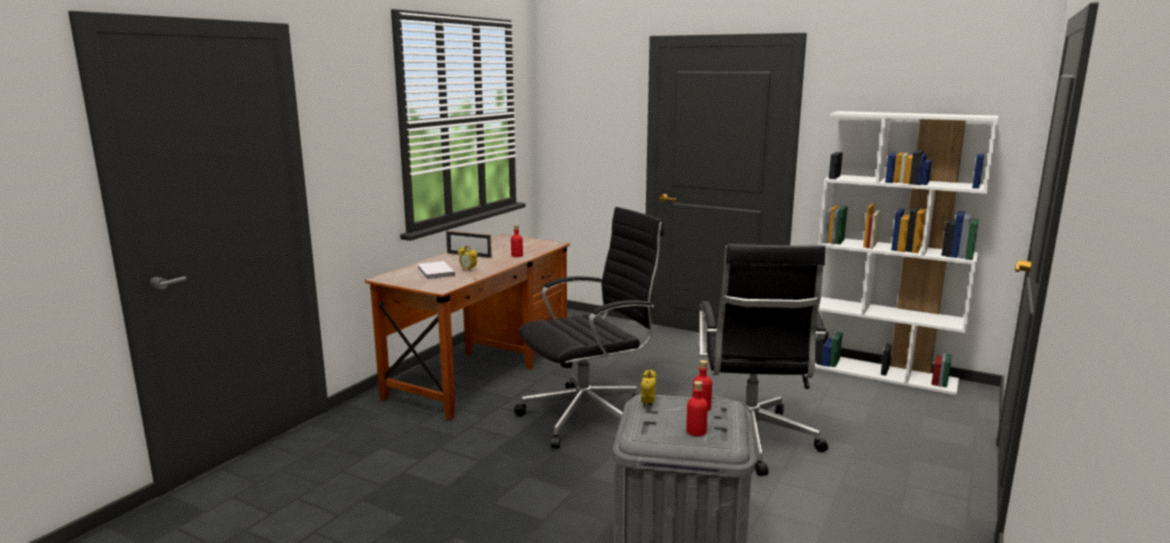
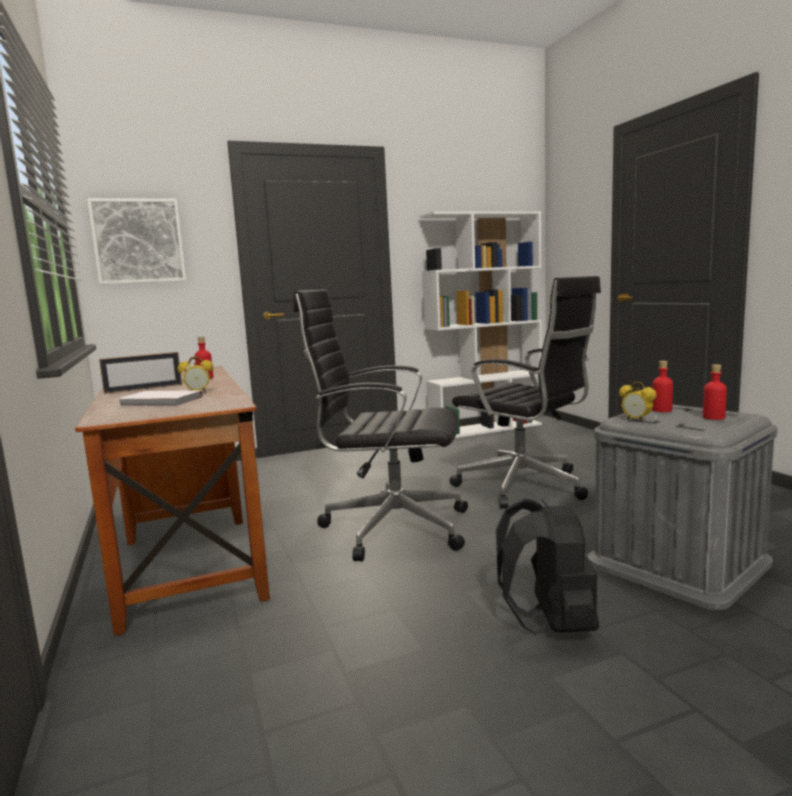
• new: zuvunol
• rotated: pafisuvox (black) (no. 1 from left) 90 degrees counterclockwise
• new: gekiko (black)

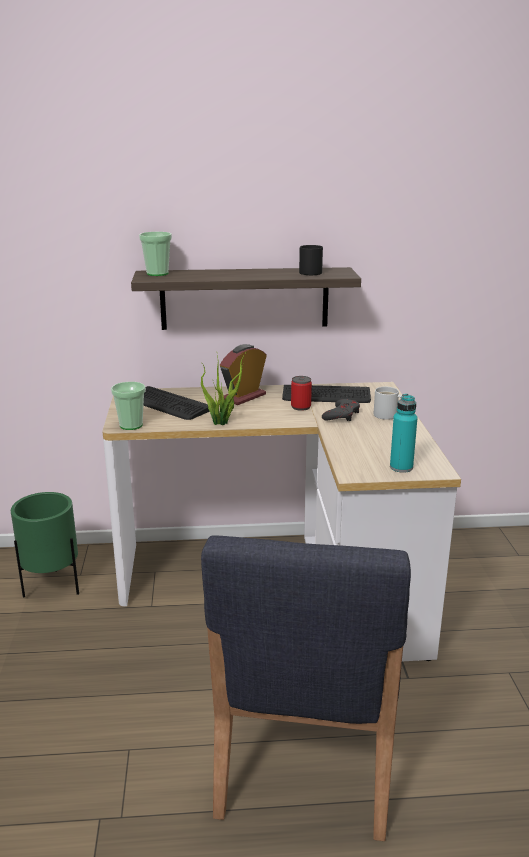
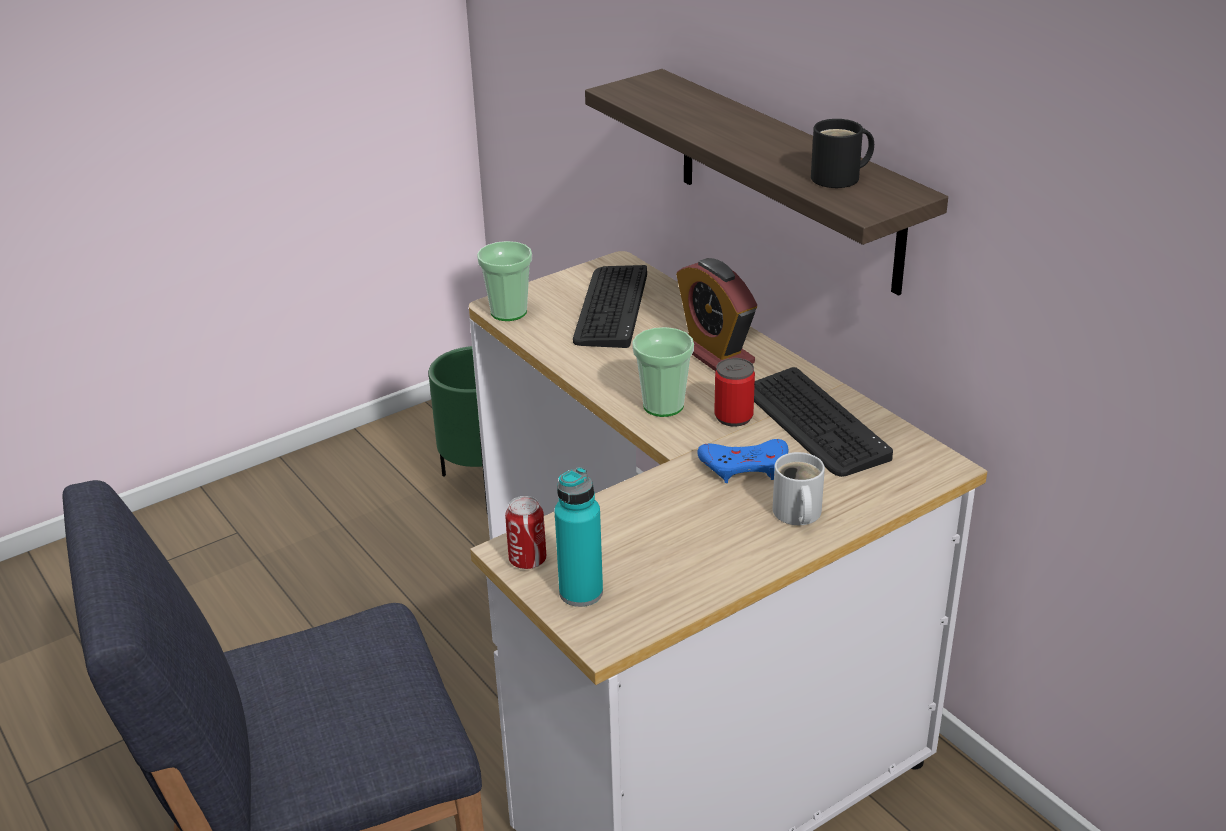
• new: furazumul (no. 1 from left)
• shifted: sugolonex (no. 2 from left)
• rotated: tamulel 135 degrees counterclockwise
• repainted: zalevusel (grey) to zalevusel (blue)
• gone: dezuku

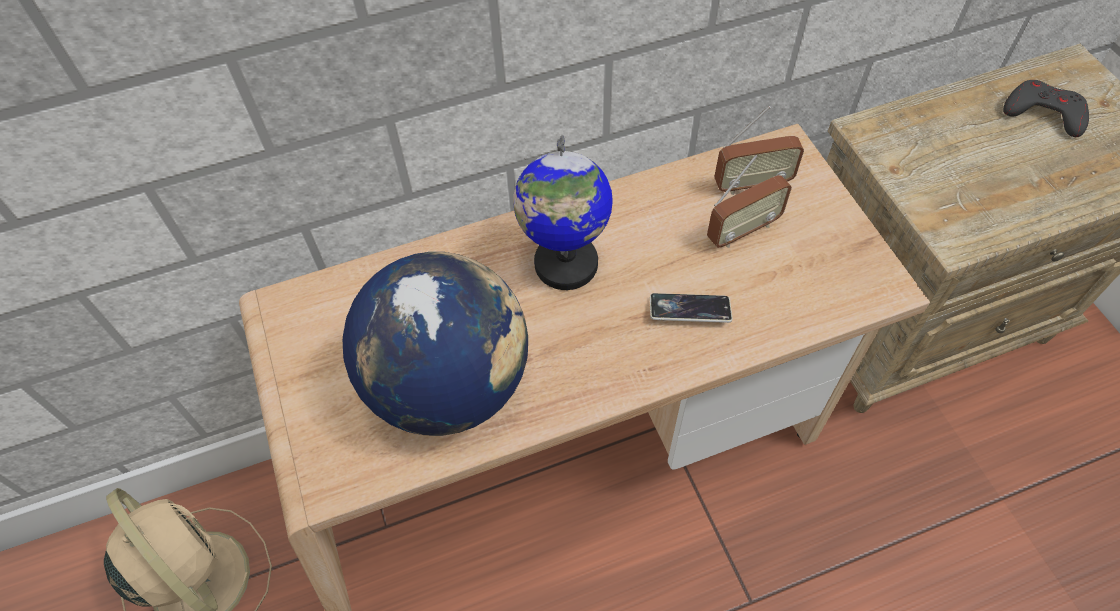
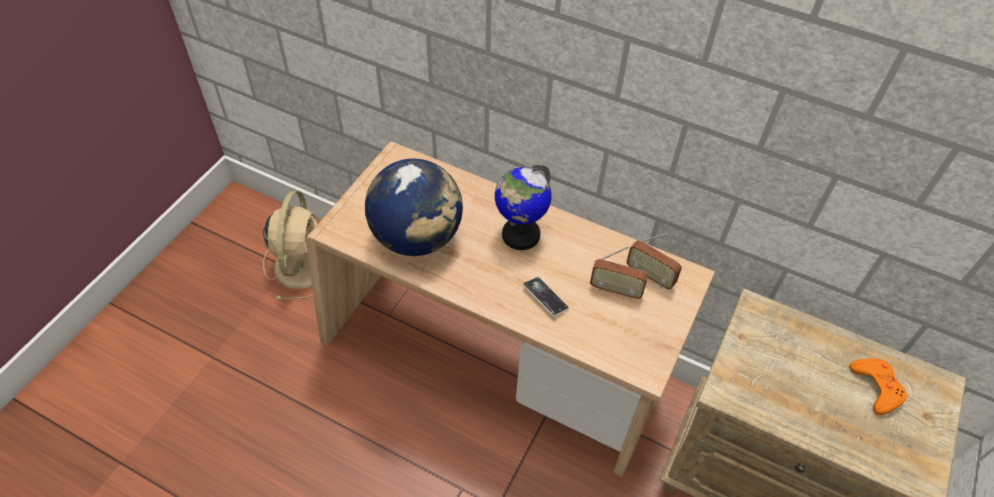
• repainted: zalevusel (grey) to zalevusel (orange)

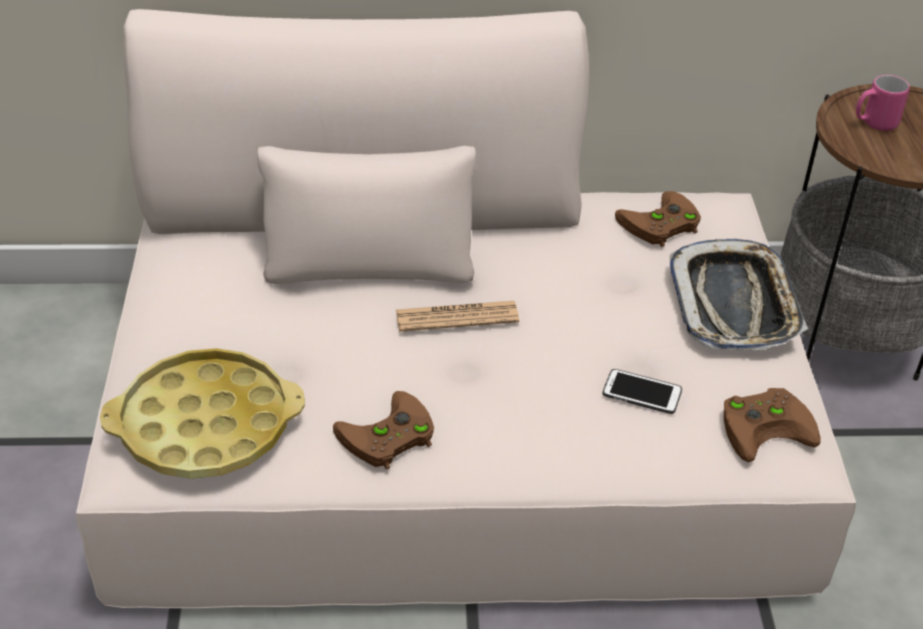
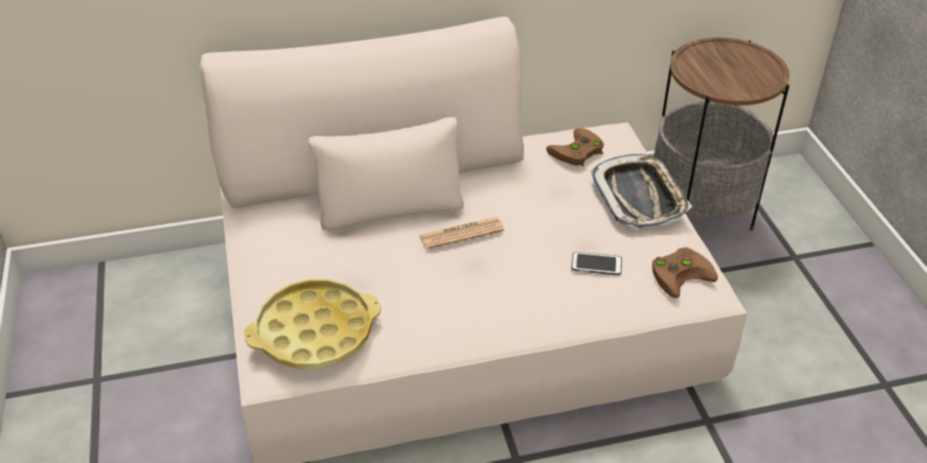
• gone: zalevusel (brown) (no. 1 from left)
• gone: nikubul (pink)

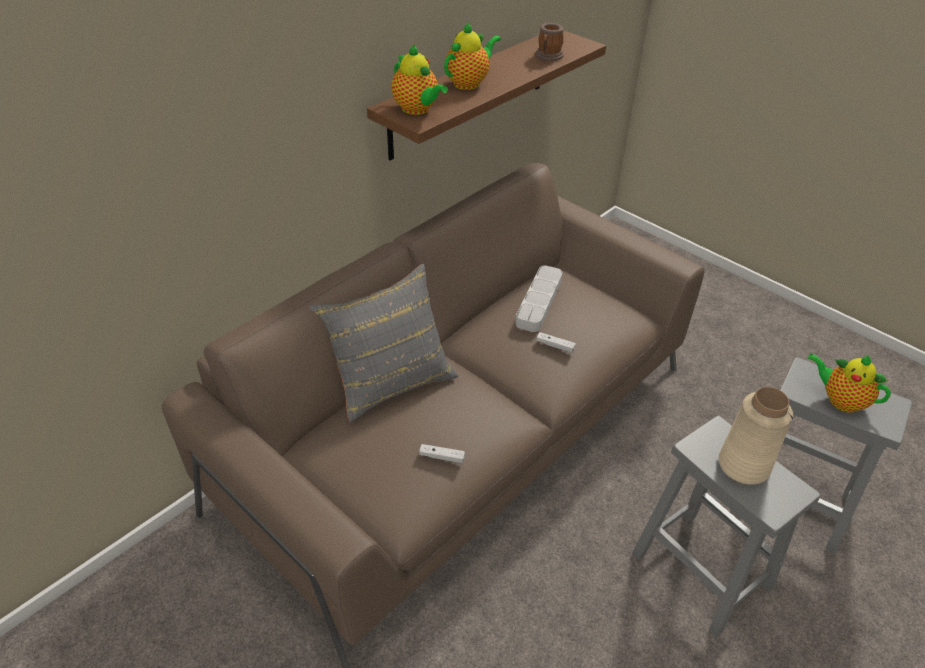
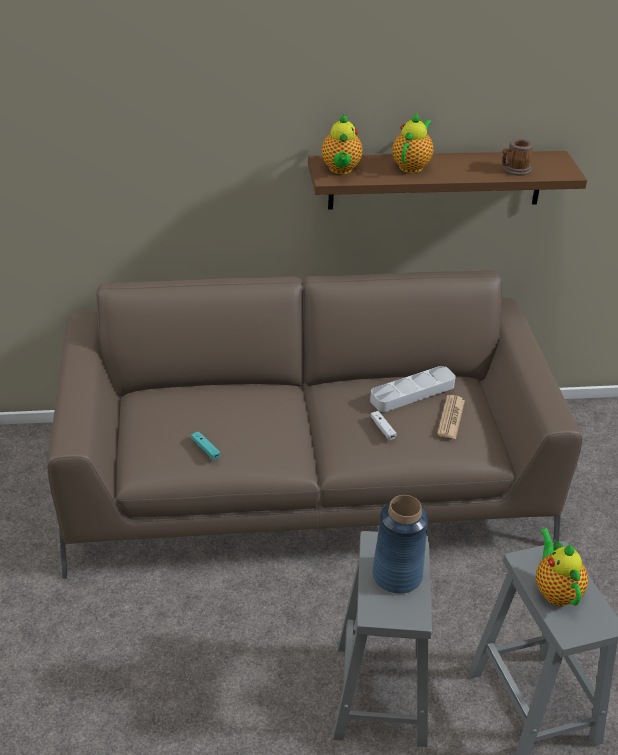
• repainted: zalevusel (white) (no. 1 from left) to zalevusel (turquoise)
• repainted: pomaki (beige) to pomaki (blue)
• rotated: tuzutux (no. 2 from left) 60 degrees counterclockwise
• new: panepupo
• gone: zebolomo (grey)

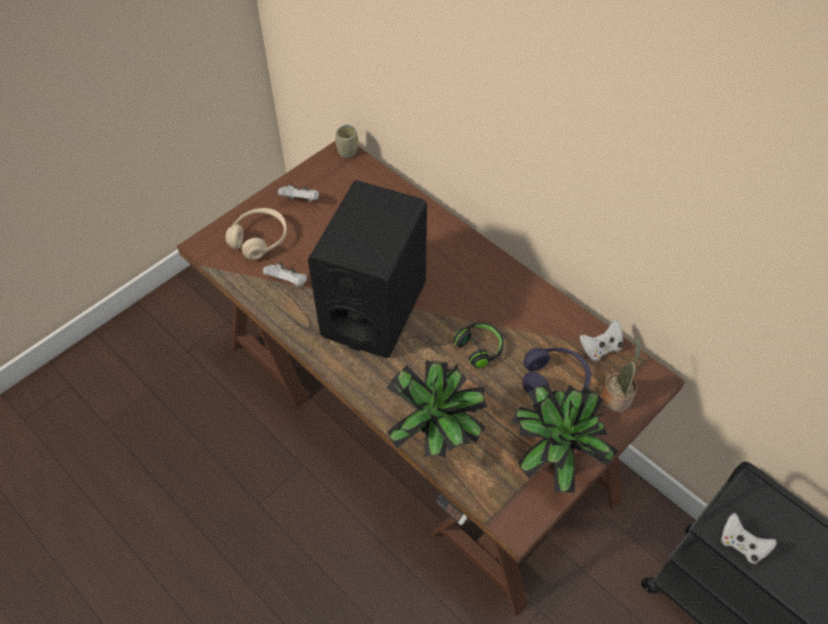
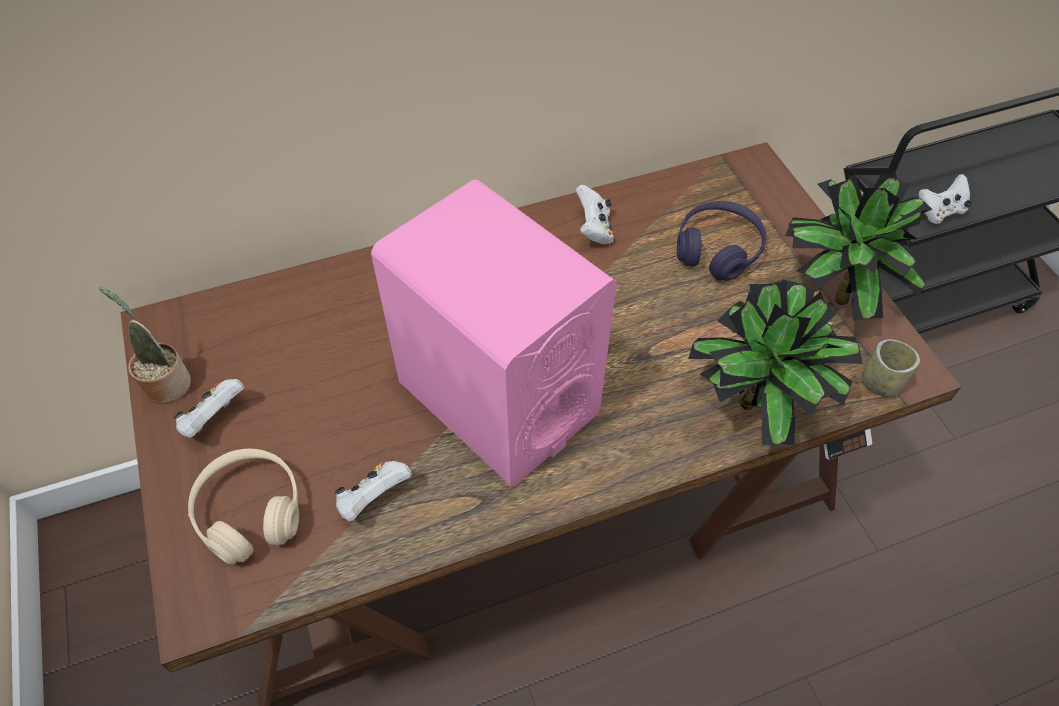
• shifted: dezuku (no. 3 from left in the first image) to dezuku (no. 1 from left)
• repainted: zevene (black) to zevene (pink)
• shifted: zalevusel (white) (no. 3 from left)
• shifted: sugolonex
• gone: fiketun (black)

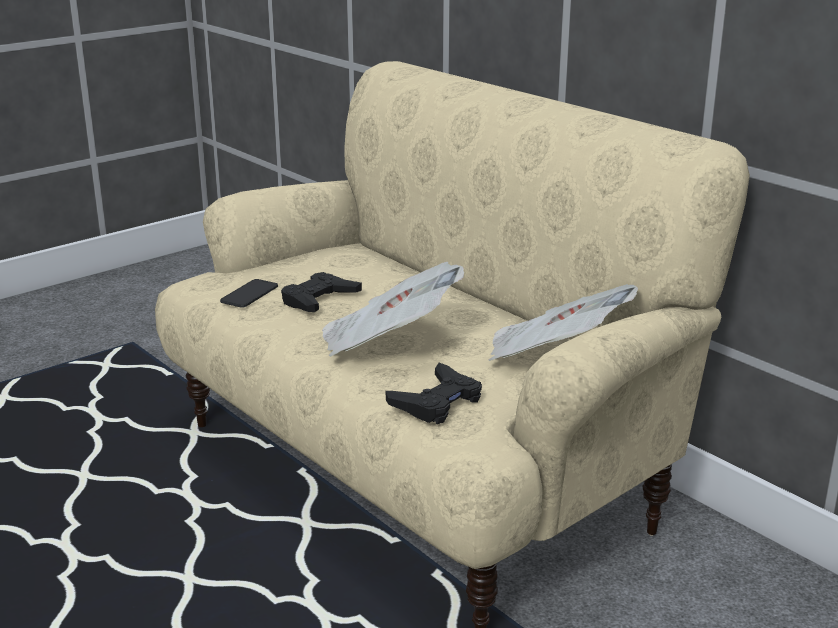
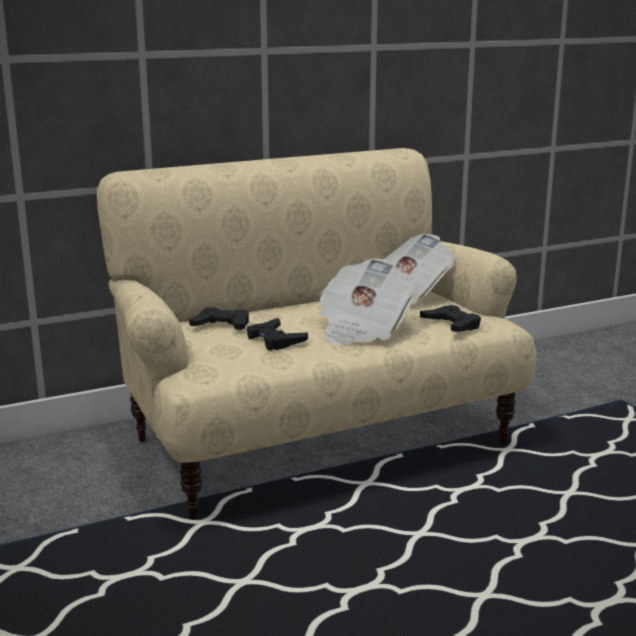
• new: zalevusel (black) (no. 1 from left)
• gone: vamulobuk

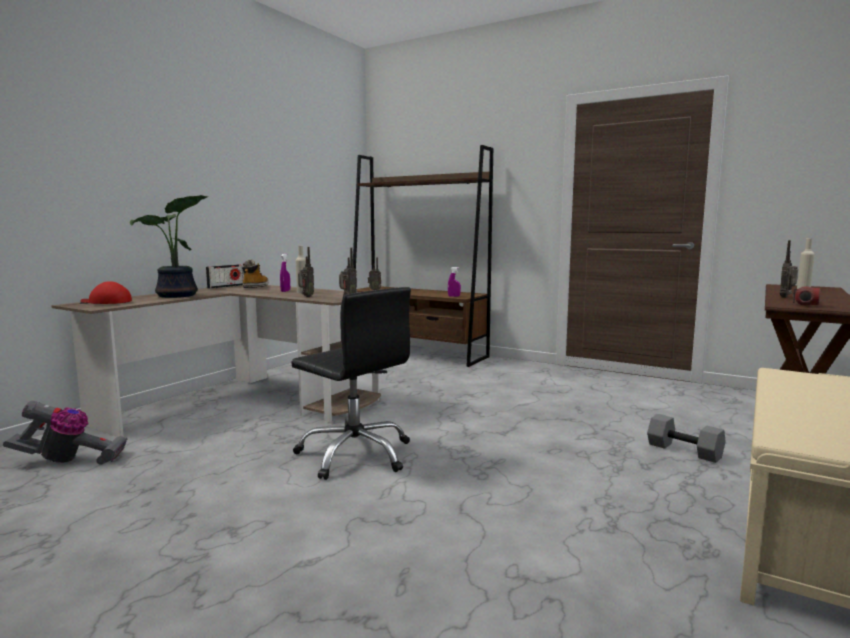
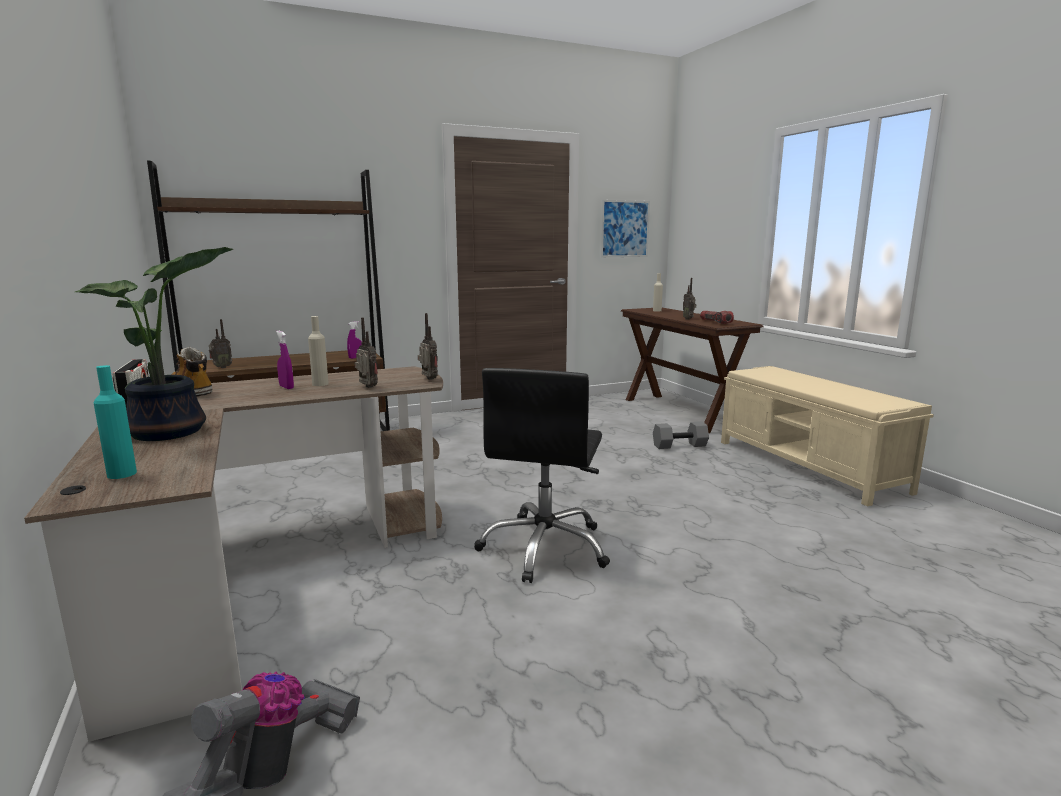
• swapped: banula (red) to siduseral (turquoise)
• rotated: pafisuvox (black) 120 degrees clockwise
• new: zuvunol

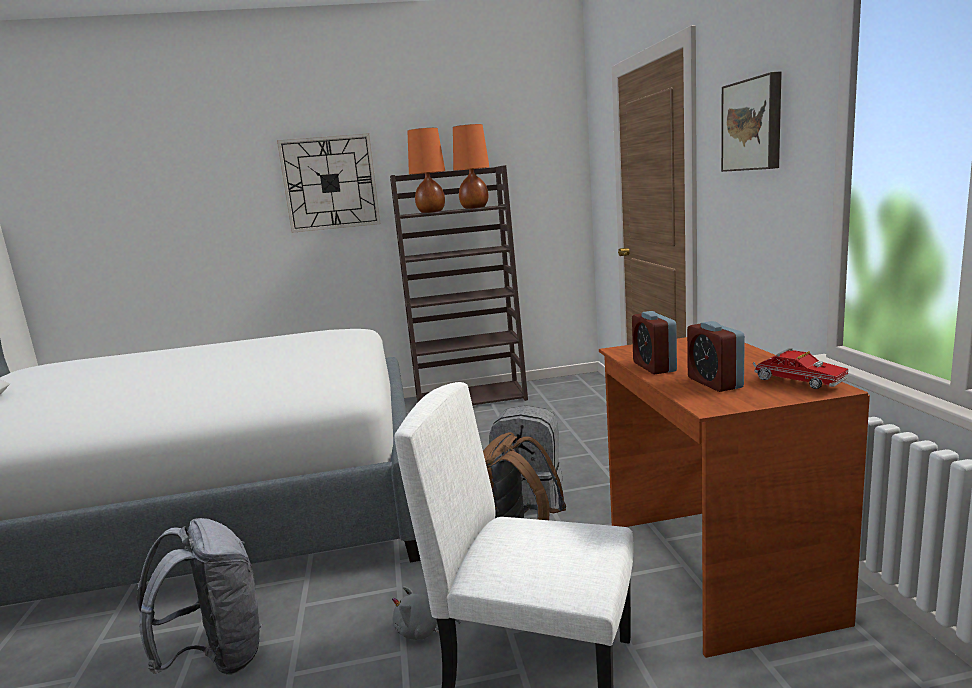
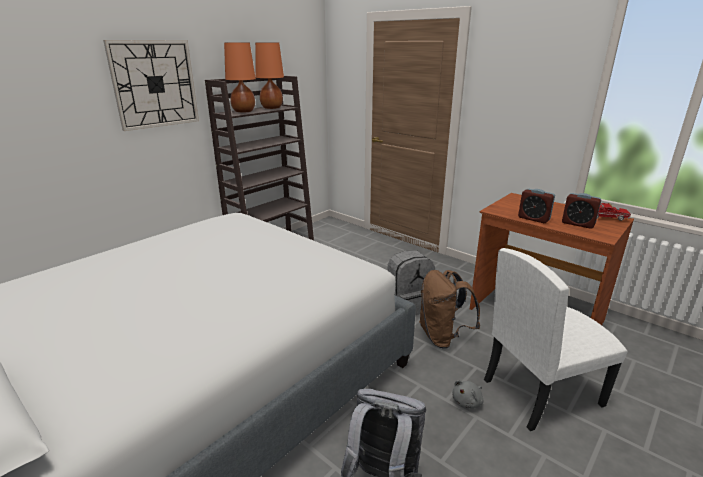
• gone: zuvunol

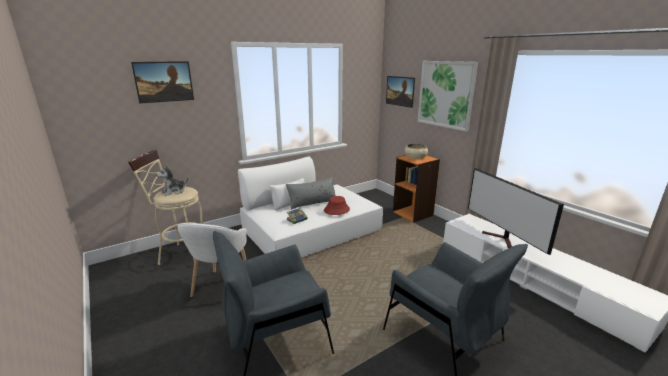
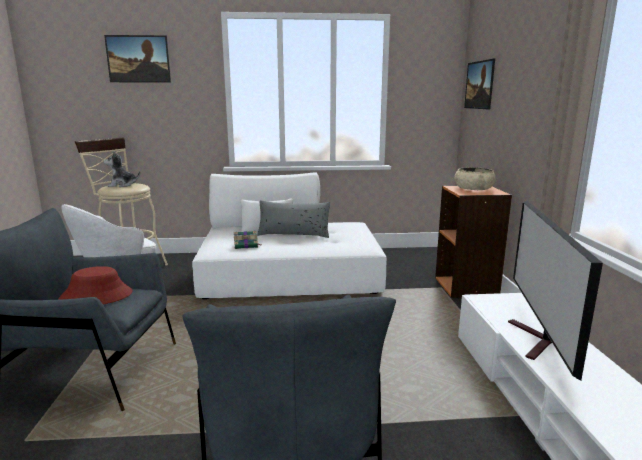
• shifted: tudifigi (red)
• gone: zuvunol (no. 3 from left)

